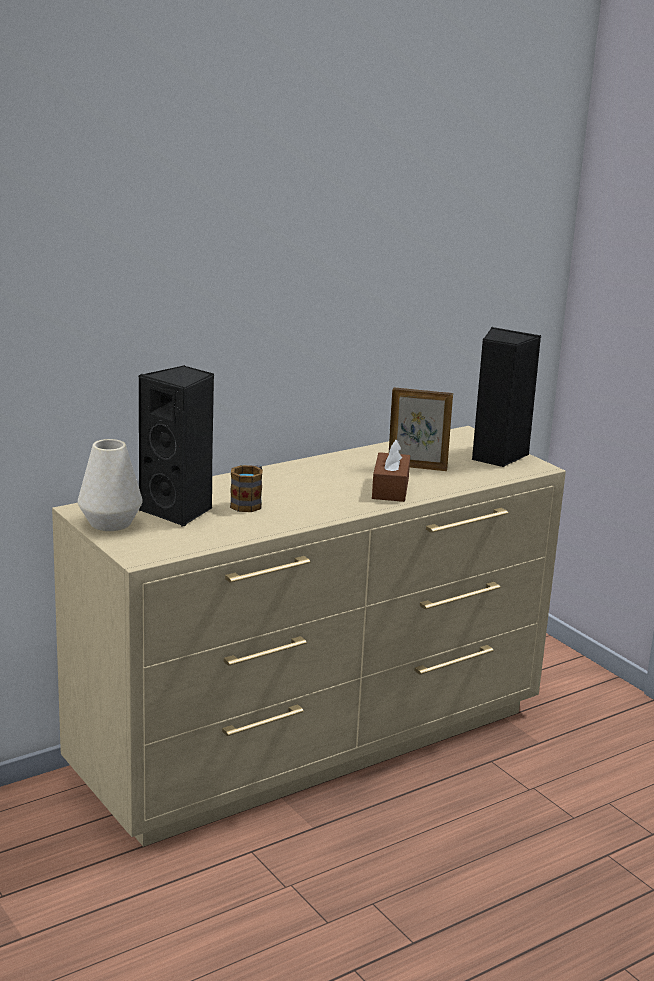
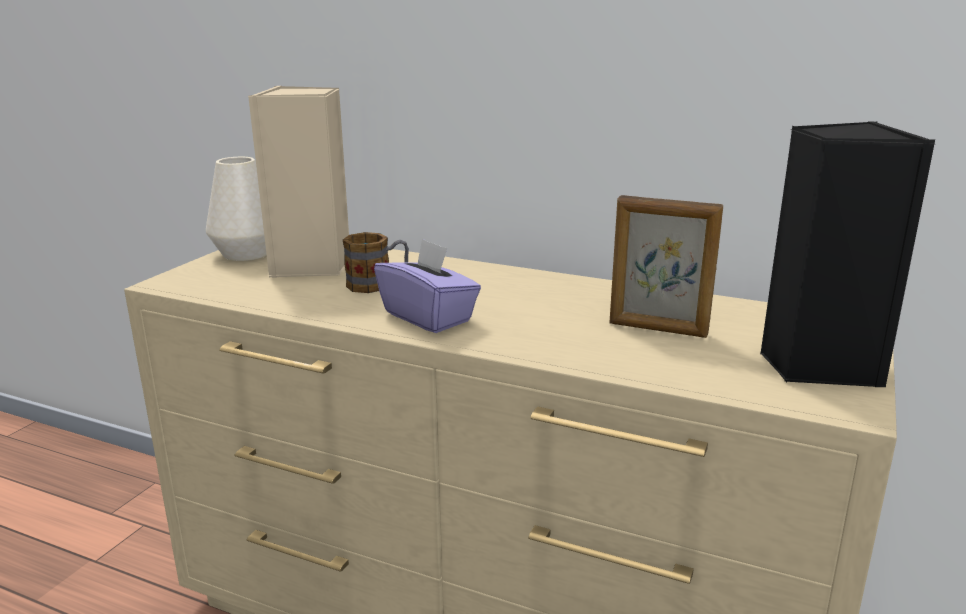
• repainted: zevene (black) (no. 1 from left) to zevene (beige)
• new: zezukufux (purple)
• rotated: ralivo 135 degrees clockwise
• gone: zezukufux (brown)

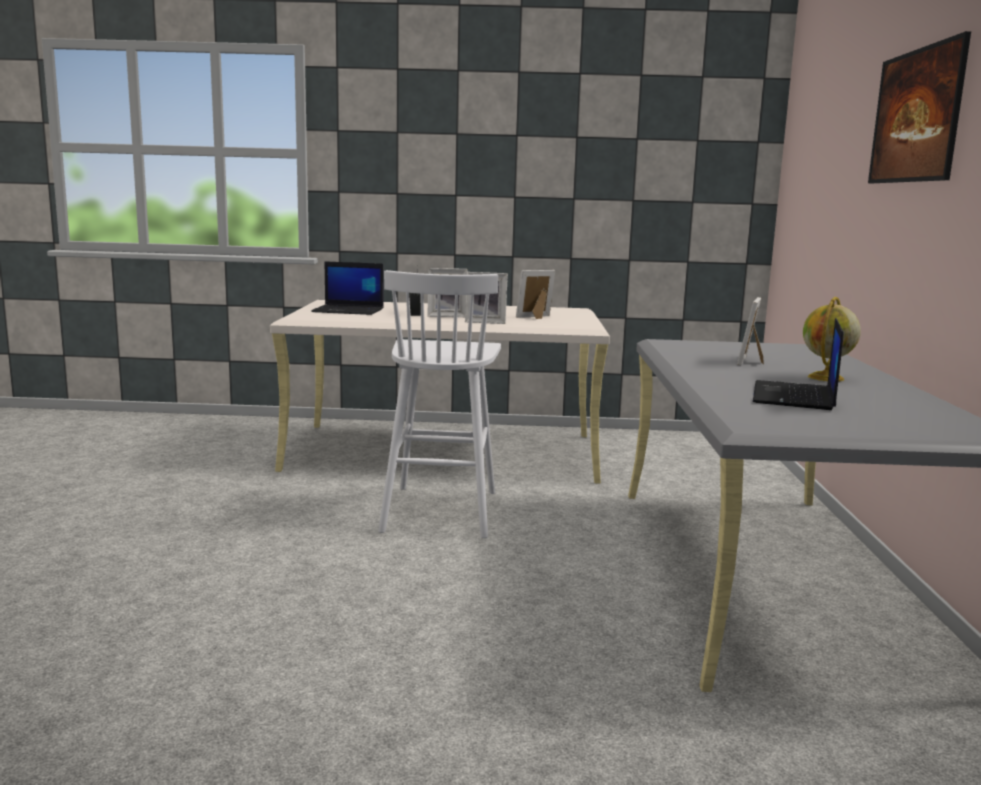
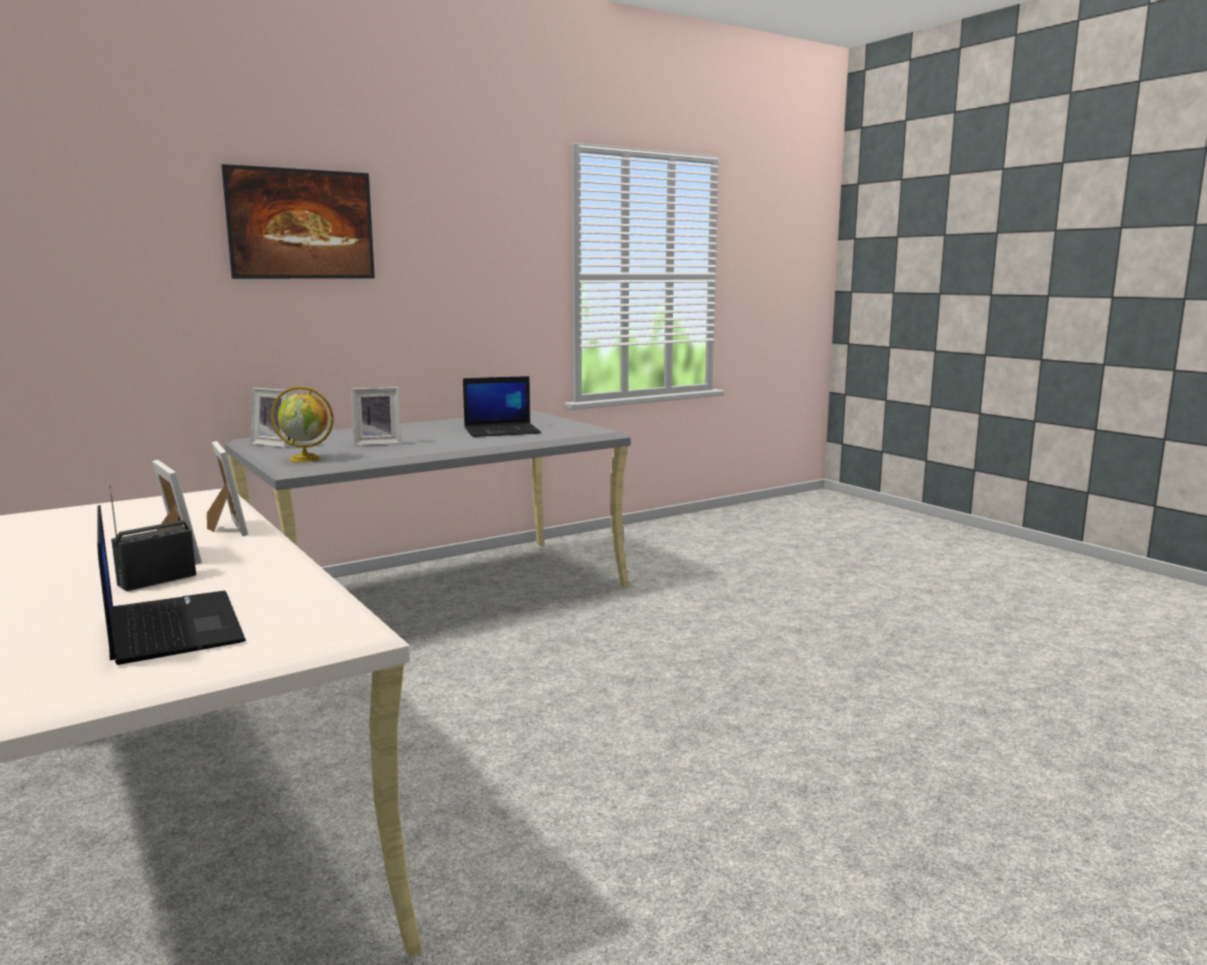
• shifted: ralivo (no. 3 from left)
• shifted: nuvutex
• gone: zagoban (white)

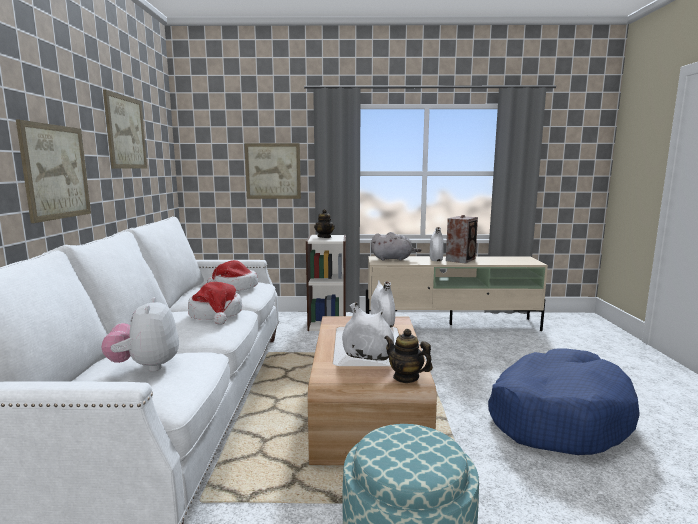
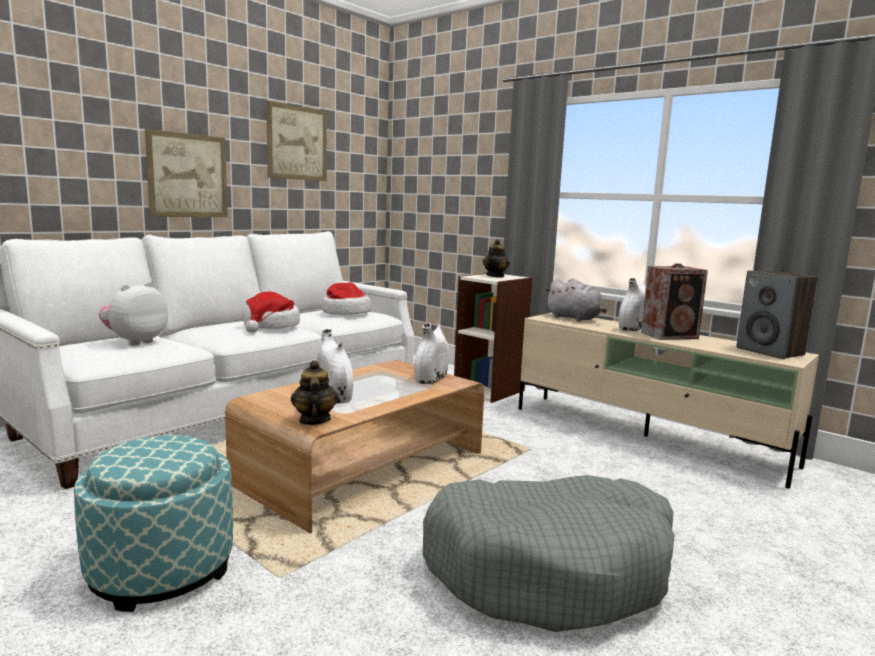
• repainted: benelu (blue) to benelu (grey)
• new: zevene (no. 2 from left)
• gone: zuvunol (no. 3 from left)

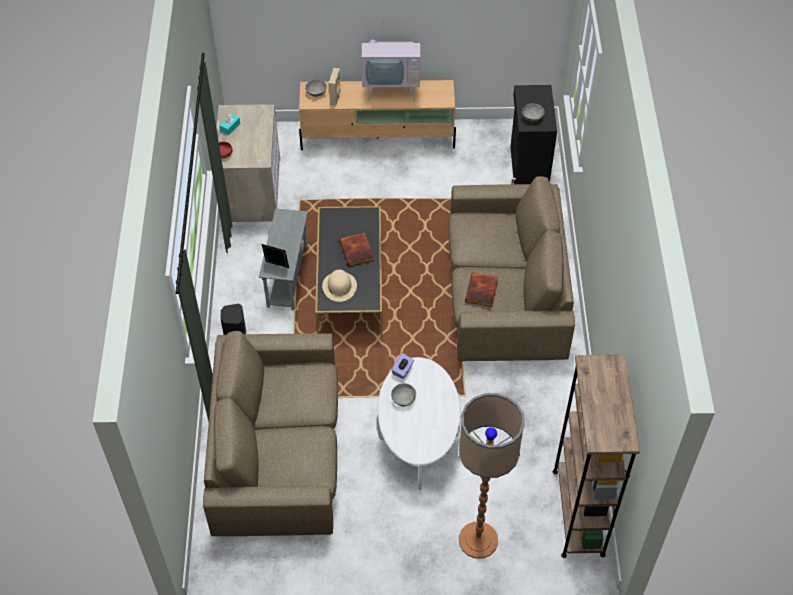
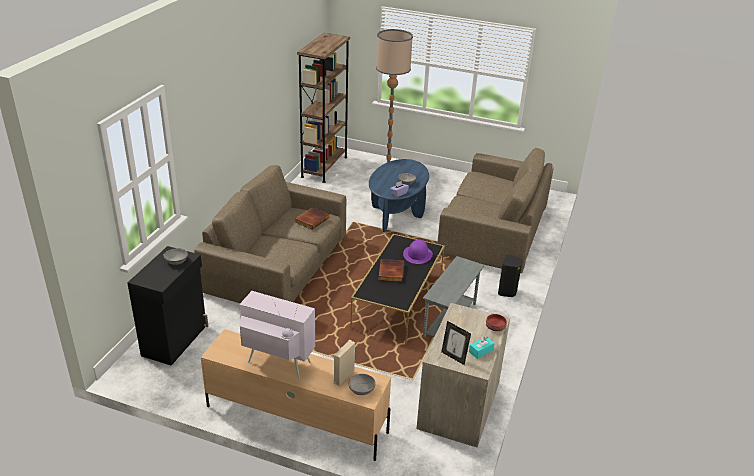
• repainted: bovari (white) to bovari (blue)
• repainted: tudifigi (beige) to tudifigi (purple)
• shifted: ralivo

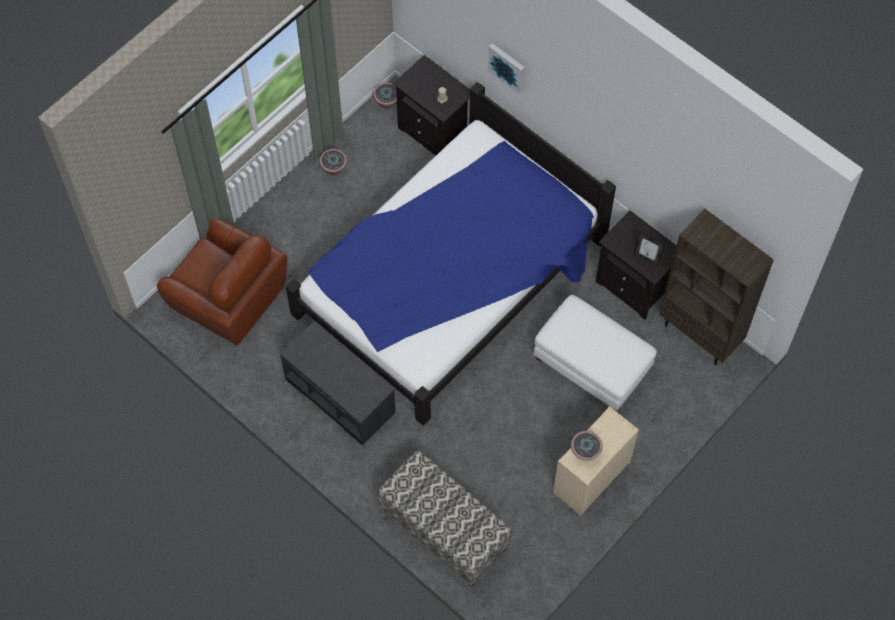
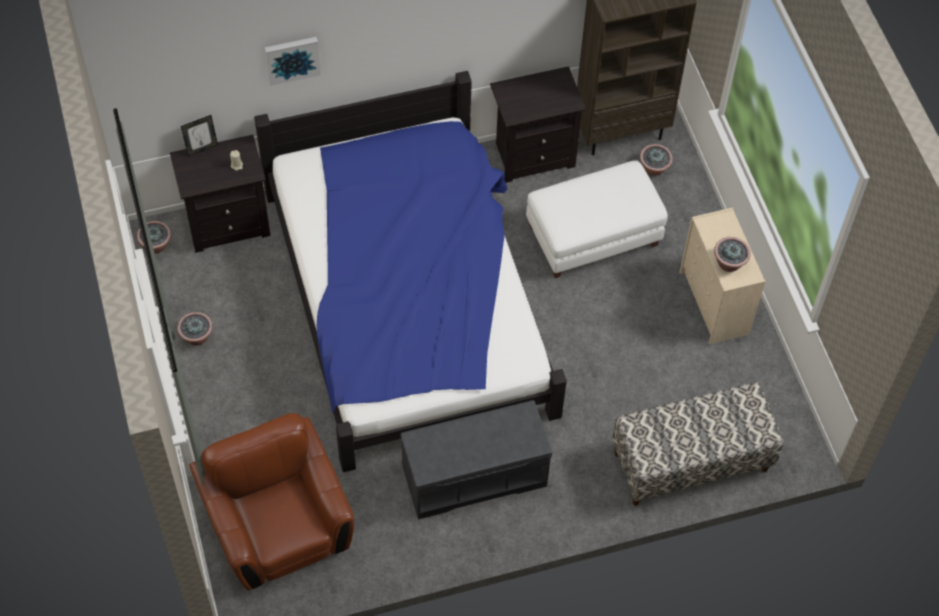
• shifted: ralivo
• rotated: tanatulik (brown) 90 degrees counterclockwise
• new: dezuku (no. 3 from left)

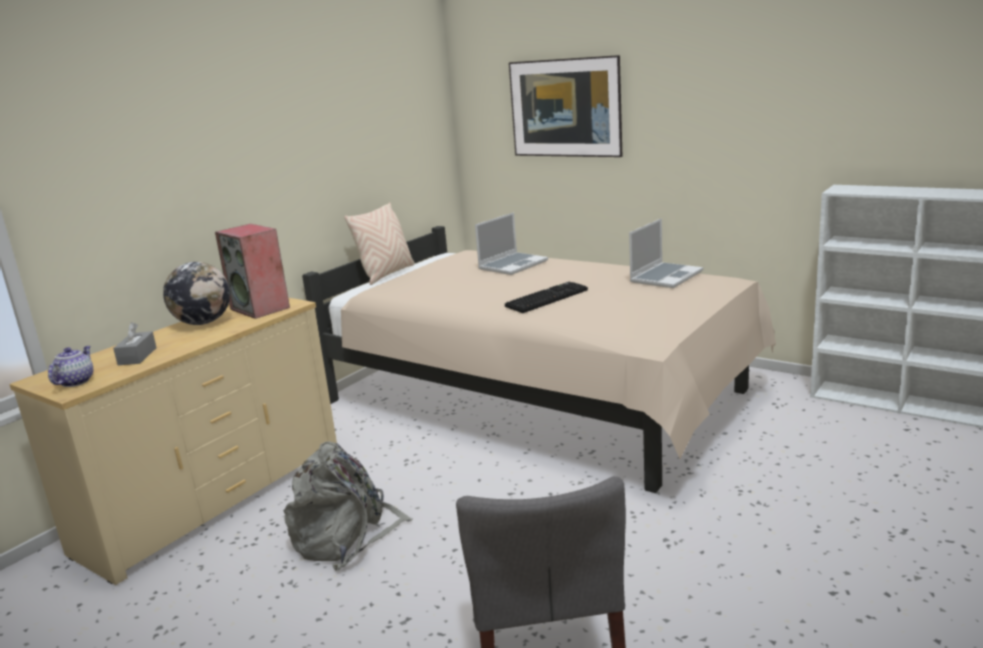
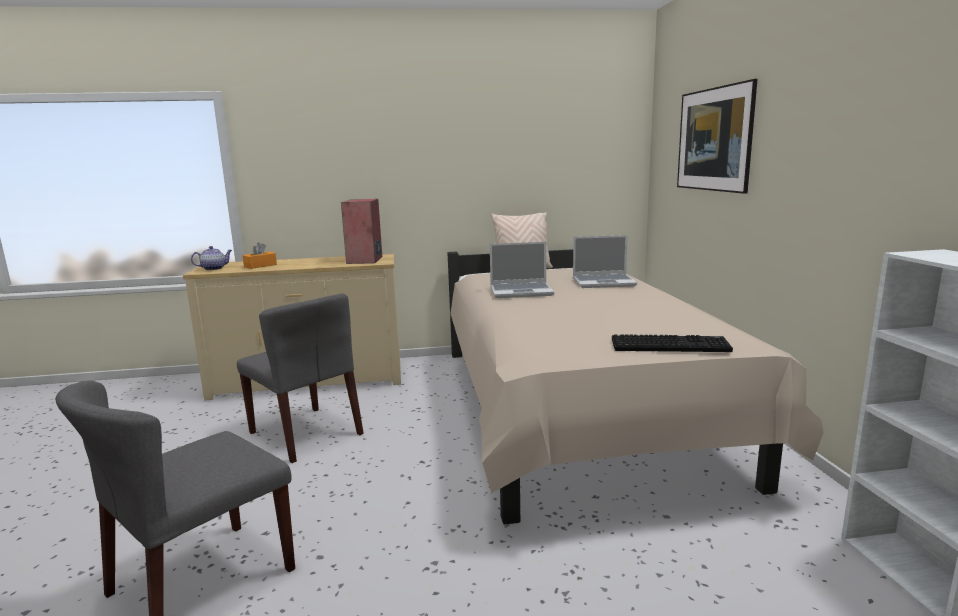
• swapped: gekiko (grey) to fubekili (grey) (no. 2 from left)
• repainted: zezukufux (grey) to zezukufux (orange)
• shifted: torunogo (no. 2 from left in the first image) to torunogo (no. 1 from left)
• shifted: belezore
• gone: nuvutex

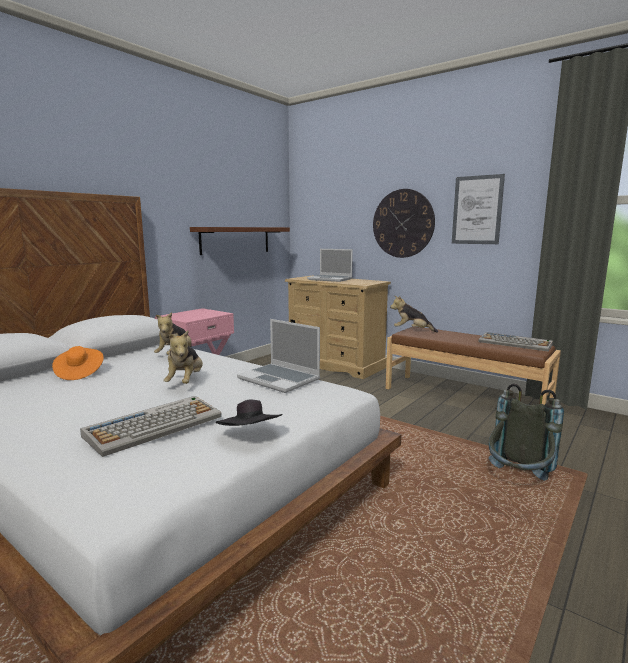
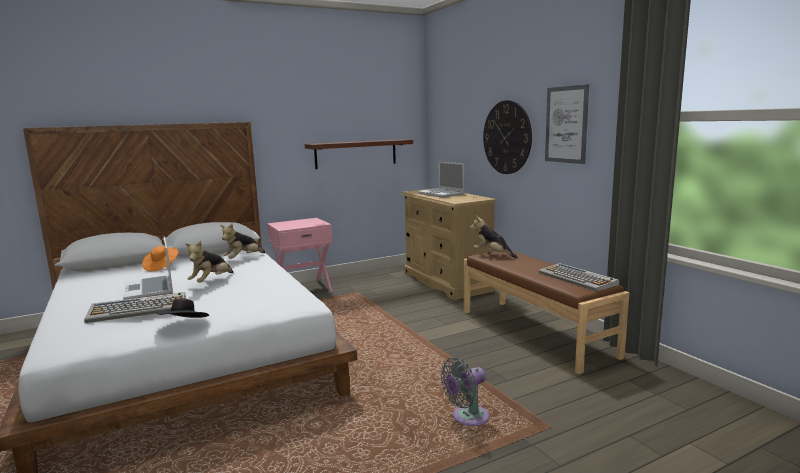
• shifted: torunogo (no. 1 from left)
• swapped: gekiko (grey) to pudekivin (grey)

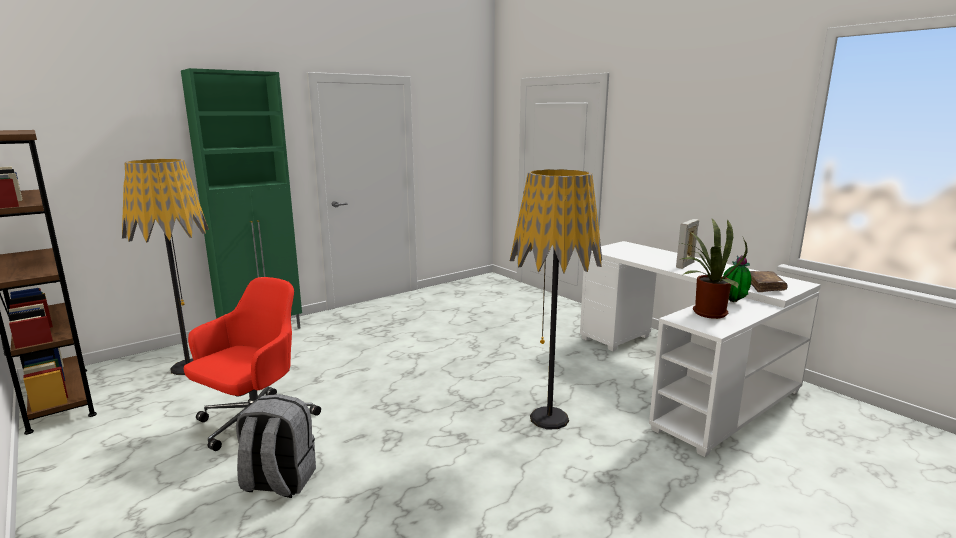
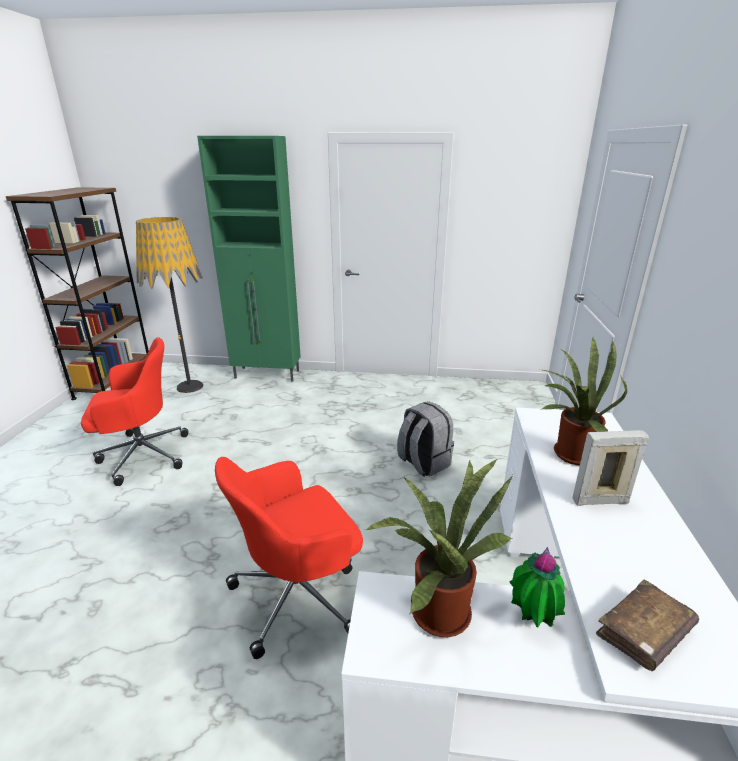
• swapped: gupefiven (no. 2 from left) to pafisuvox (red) (no. 2 from left)
• shifted: gekiko (grey)
• new: dezuku (no. 3 from left)

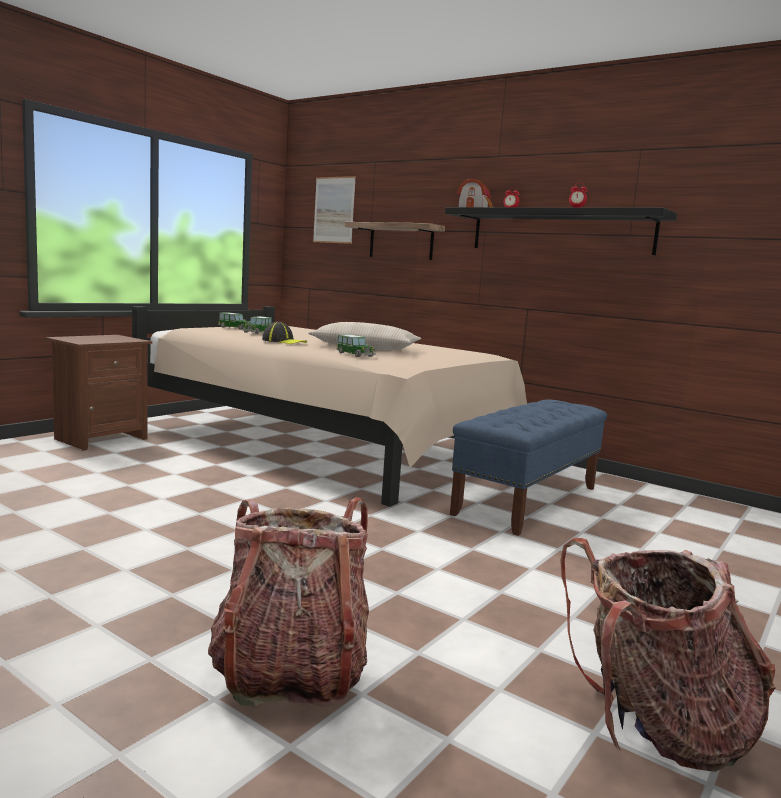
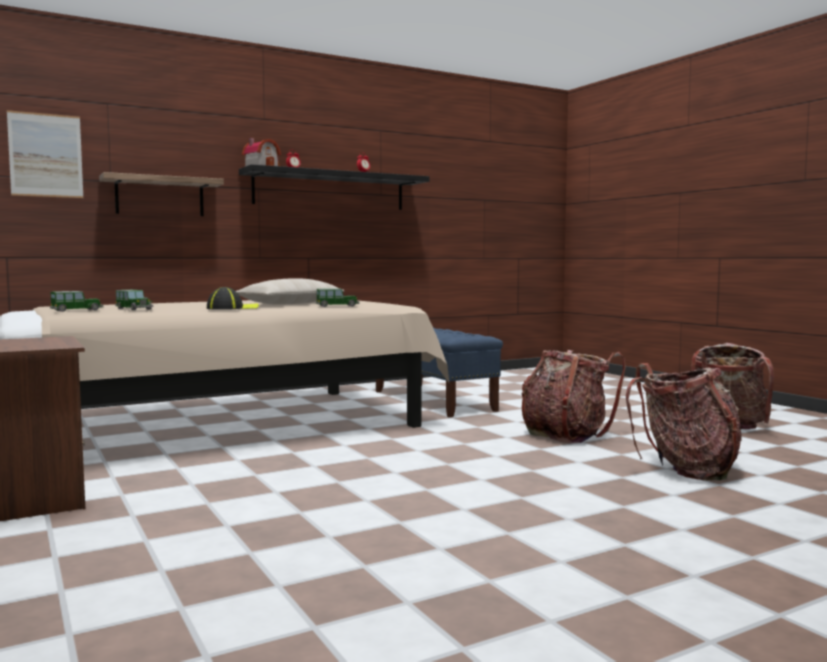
• new: gekiko (no. 1 from left)

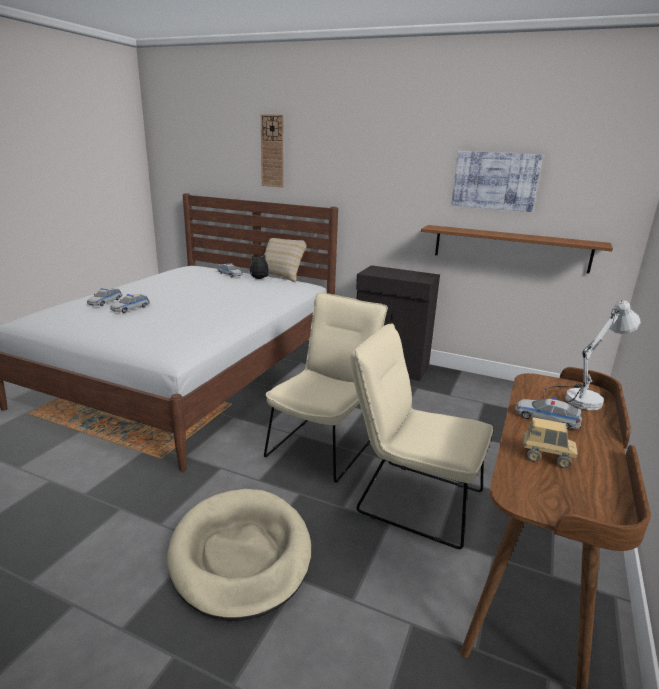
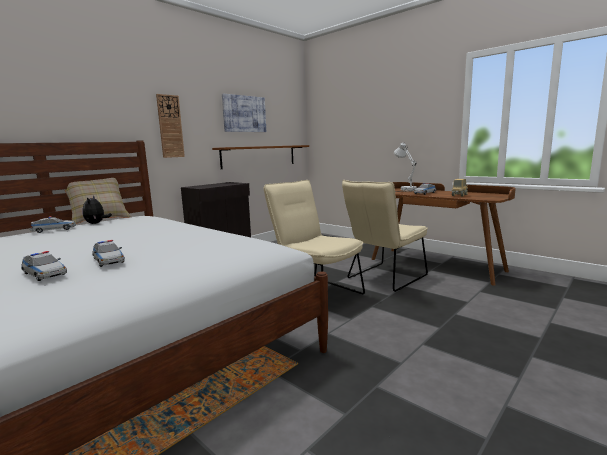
• shifted: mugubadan
• gone: benelu (beige)

